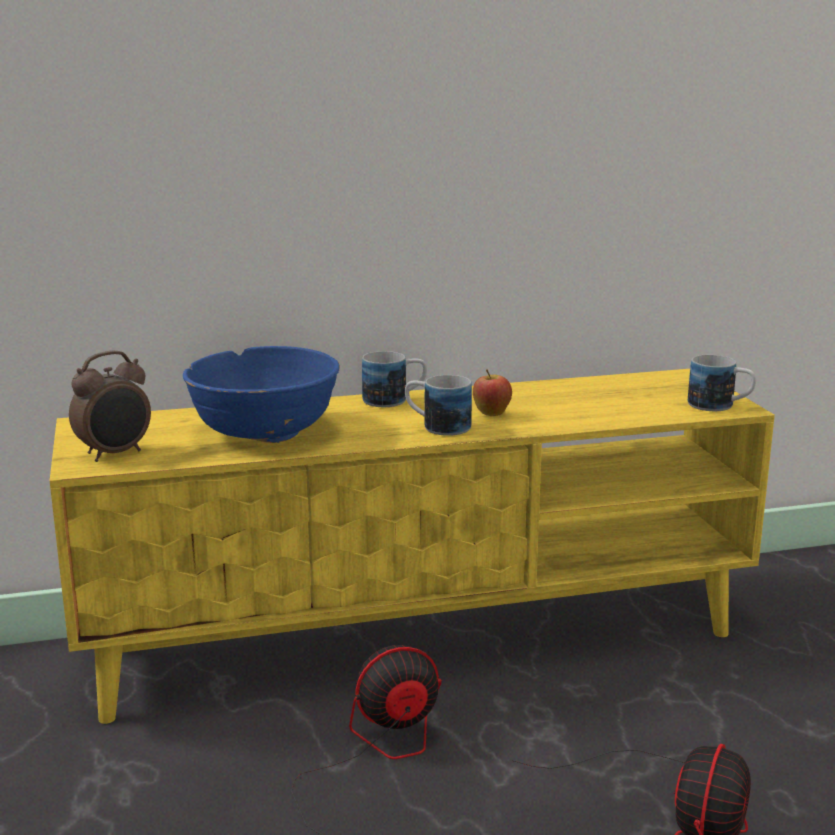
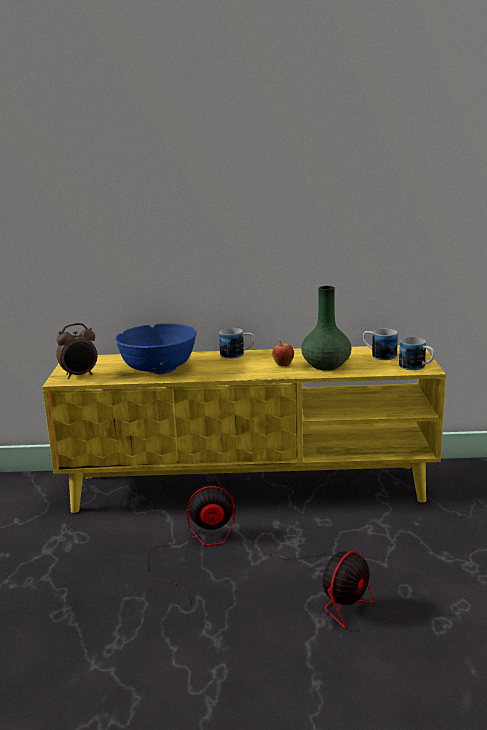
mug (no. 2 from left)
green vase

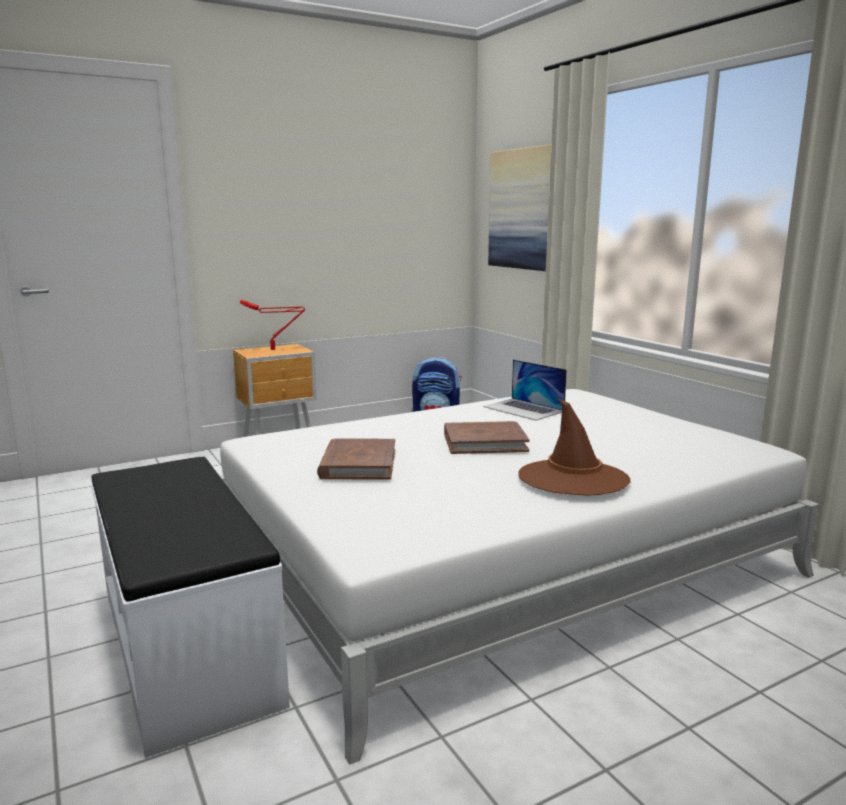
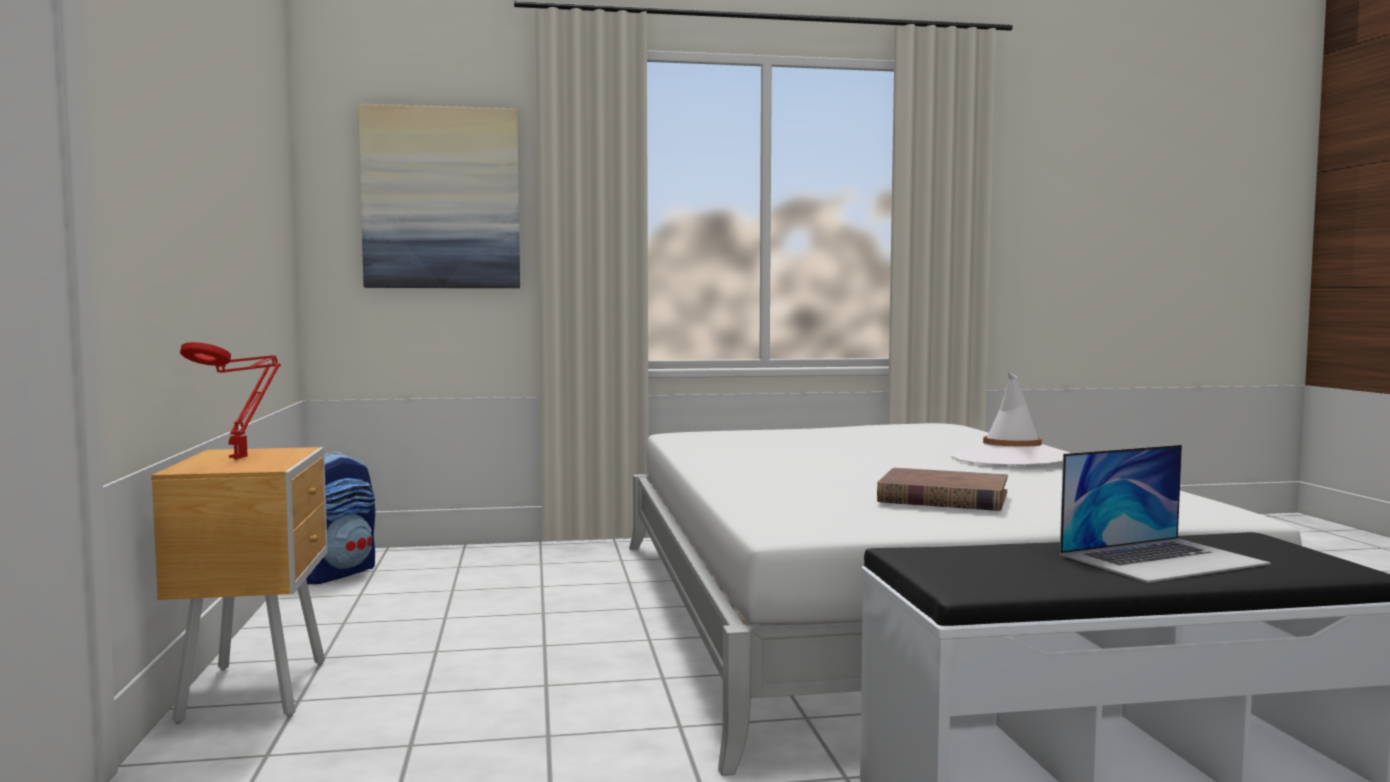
laptop
white hat
brown book (no. 2 from left in the first image)

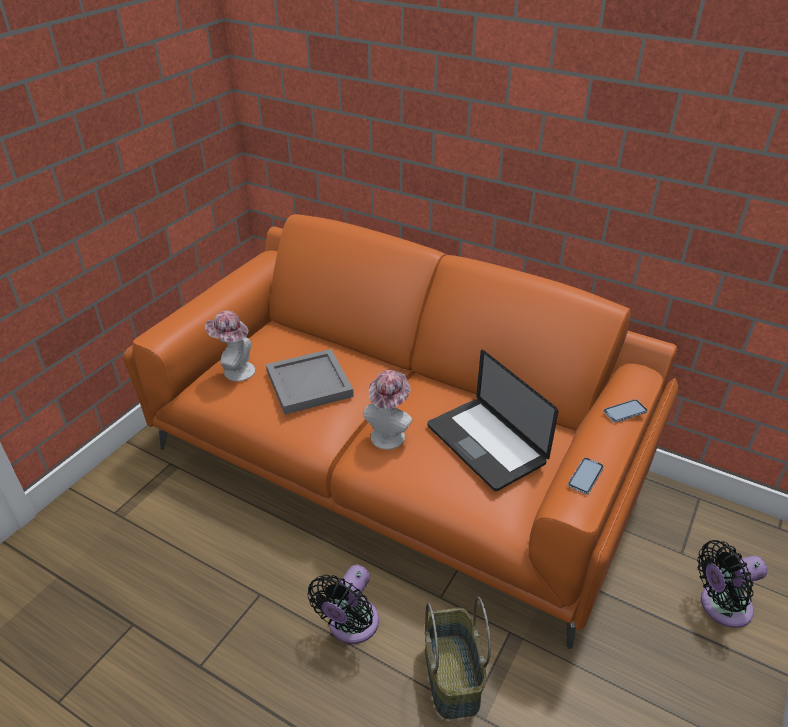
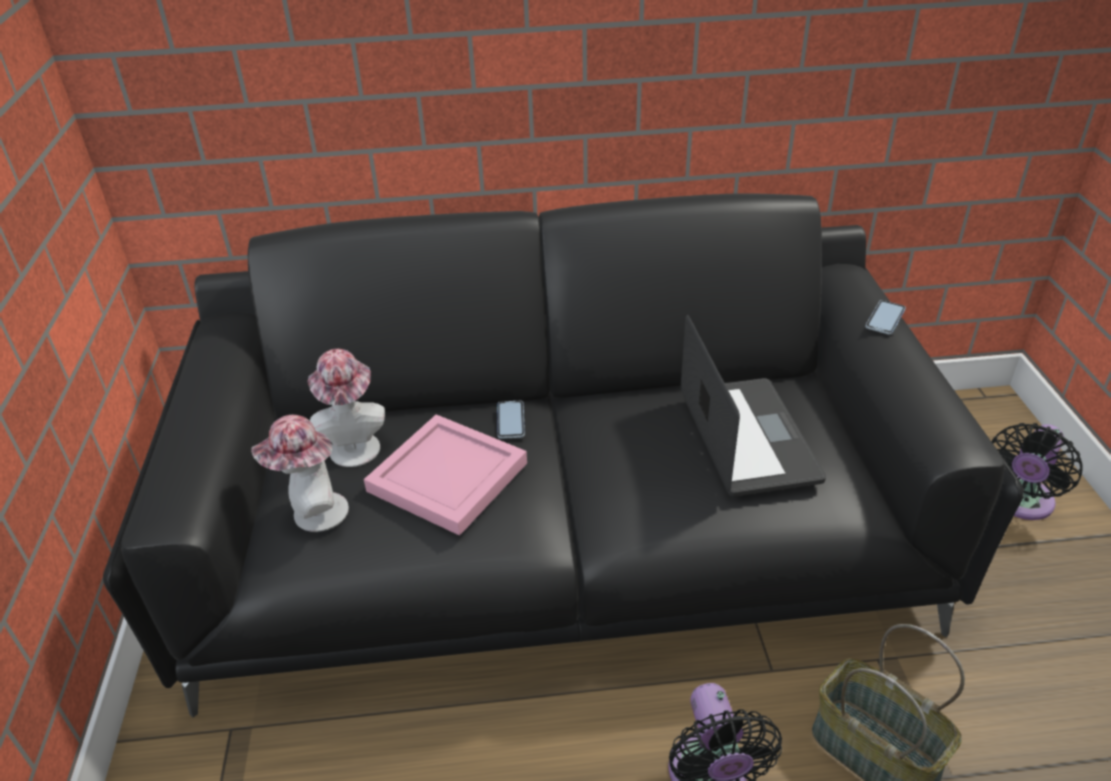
black sofa
pink tray
laptop
hat (no. 2 from left)
phone (no. 1 from left)

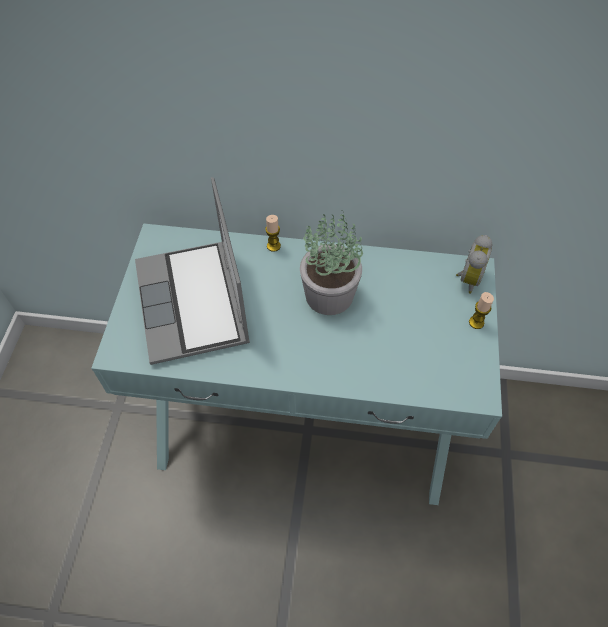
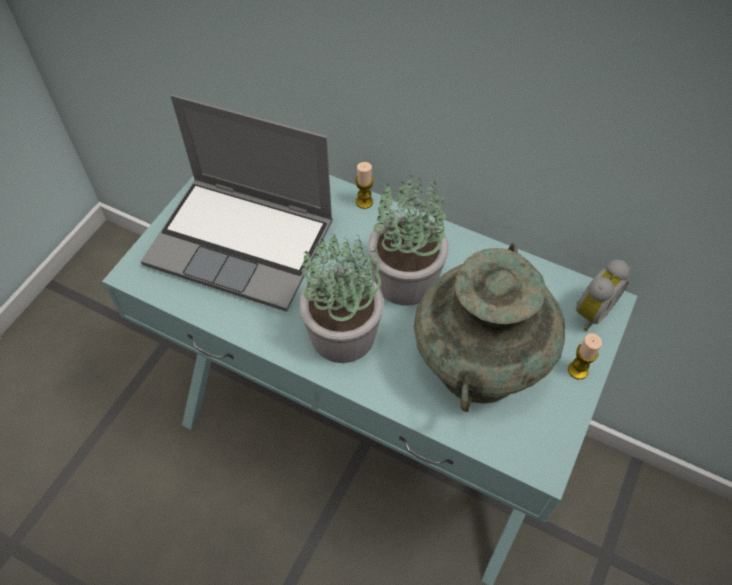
laptop
potted plant (no. 1 from left)
turquoise vase

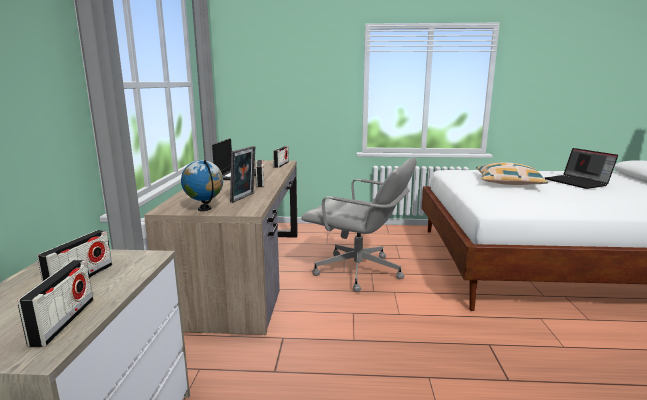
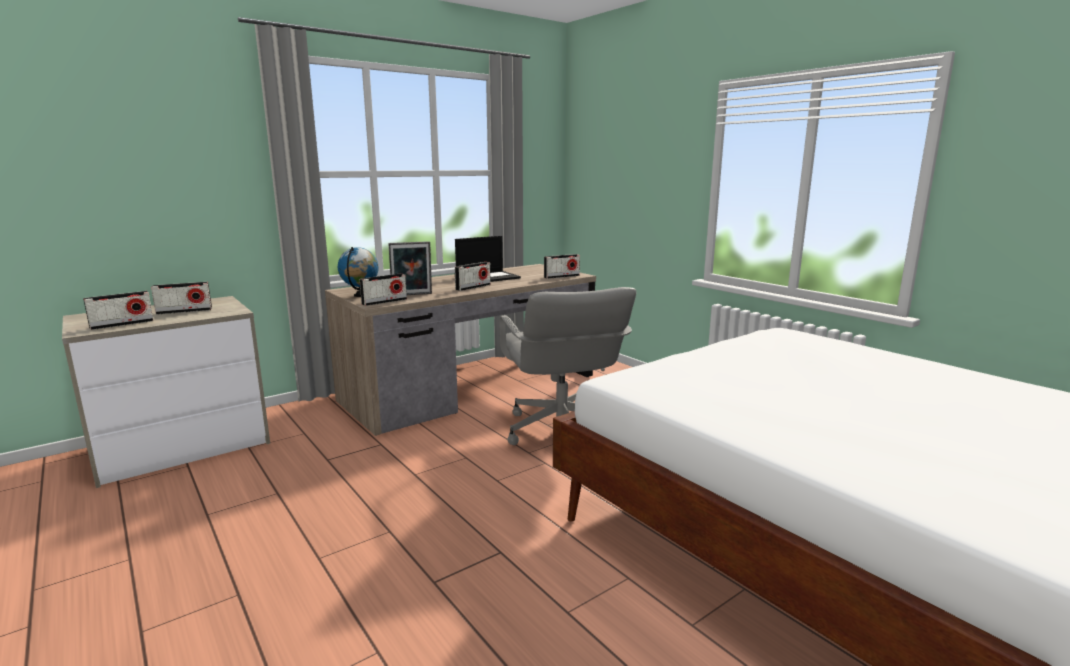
laptop (no. 2 from left in the first image)
pillow
radio (no. 3 from left)

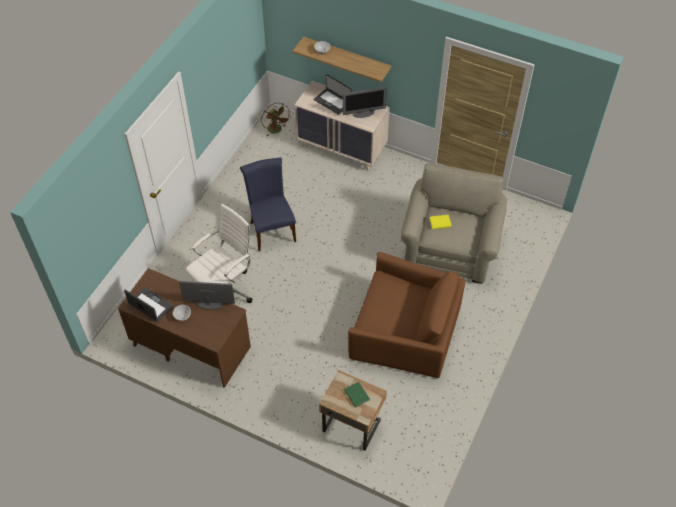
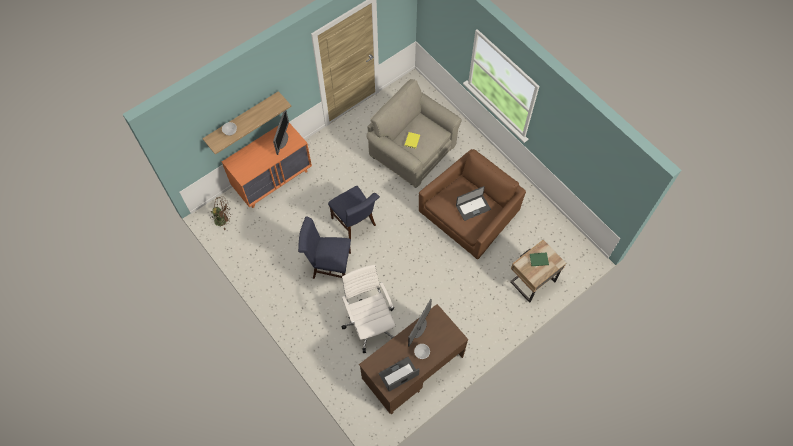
laptop (no. 2 from left)
orange dresser
blue chair (no. 2 from left)

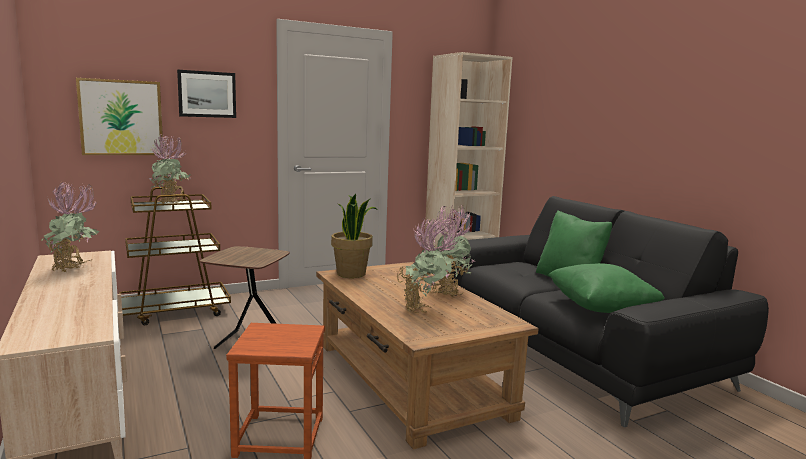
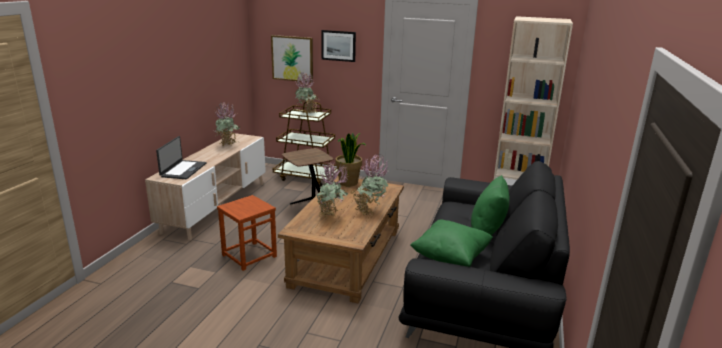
laptop

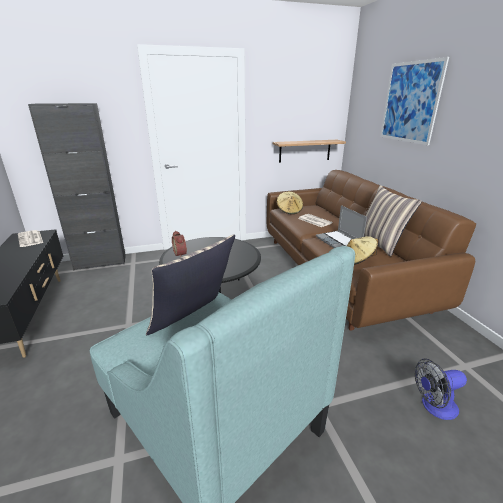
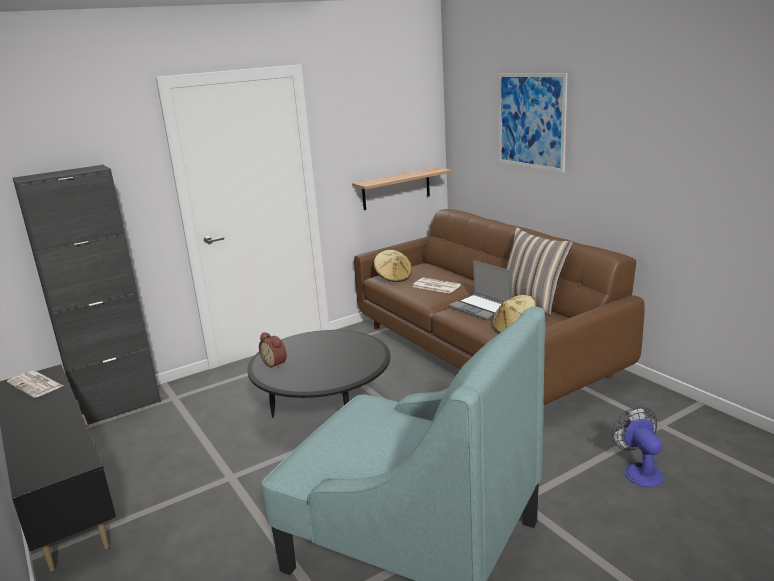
pillow (no. 1 from left in the first image)
fan

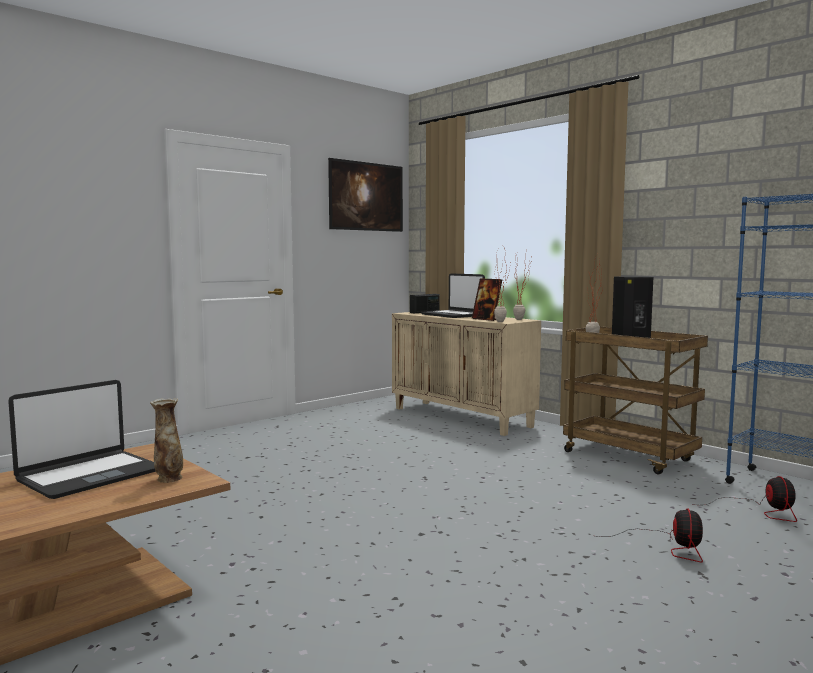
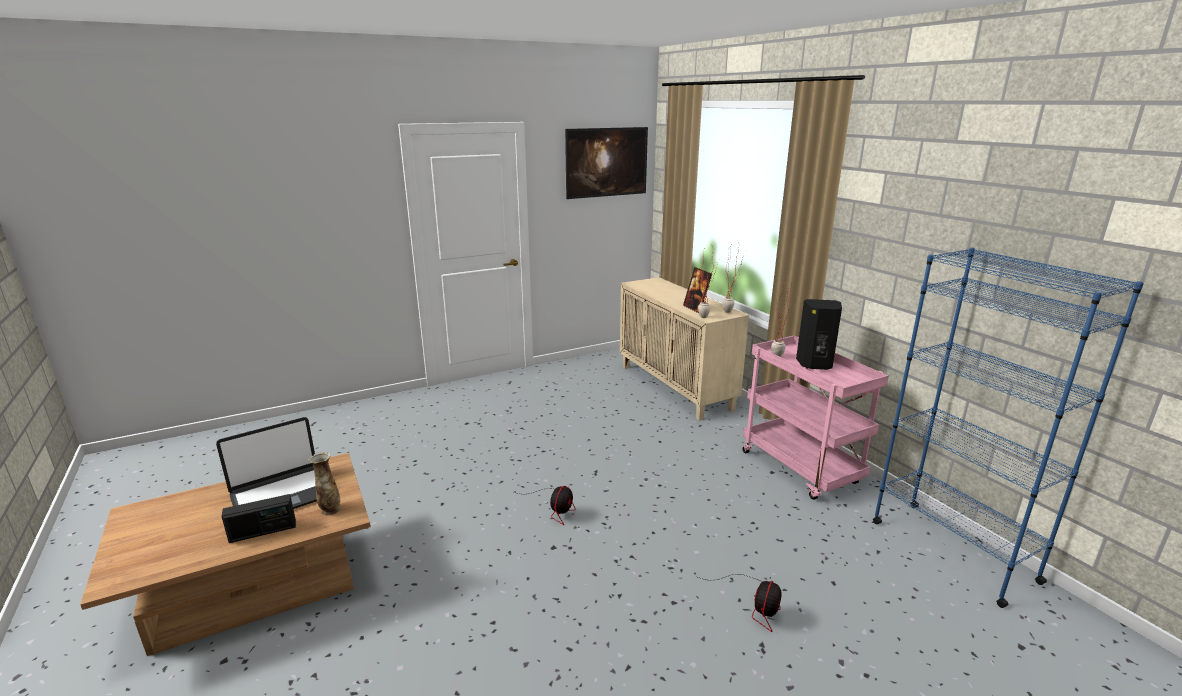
laptop (no. 2 from left in the first image)
radio
pink cart
fan (no. 1 from left)

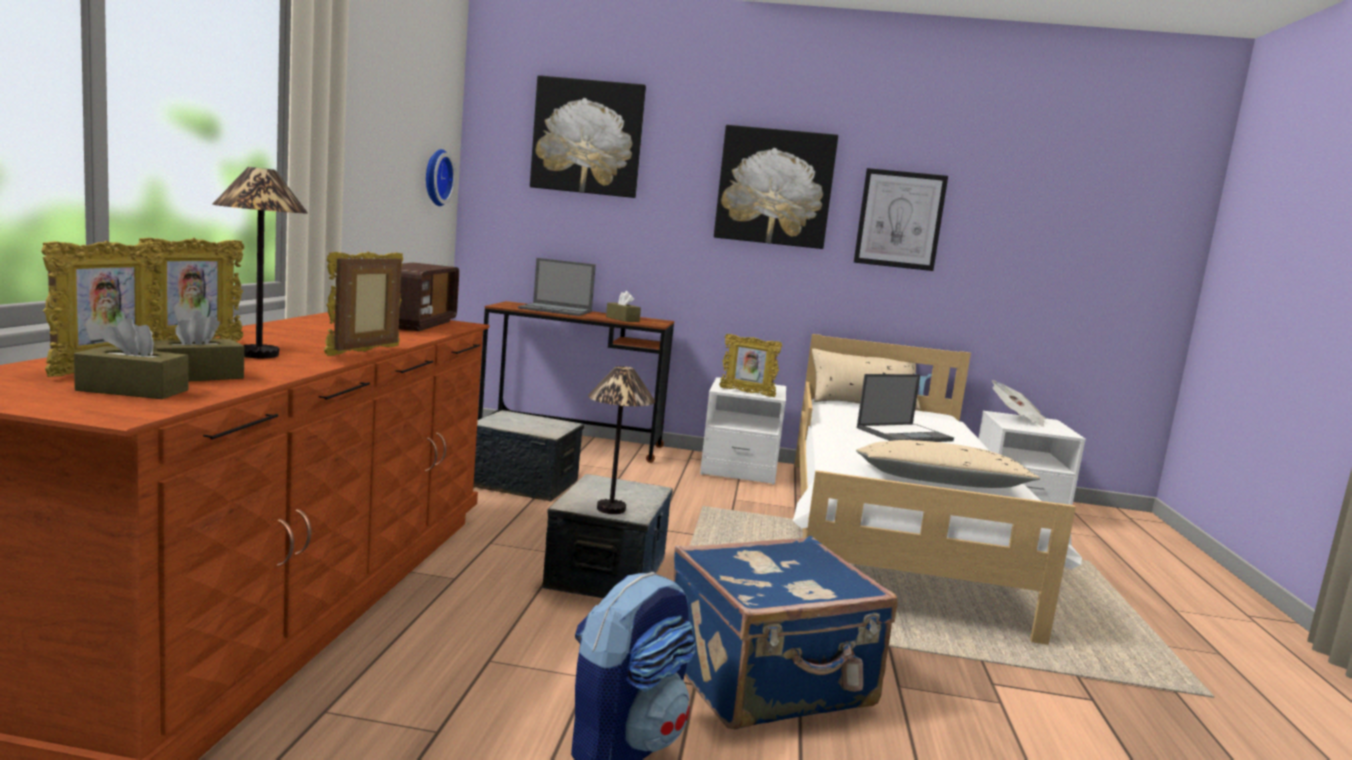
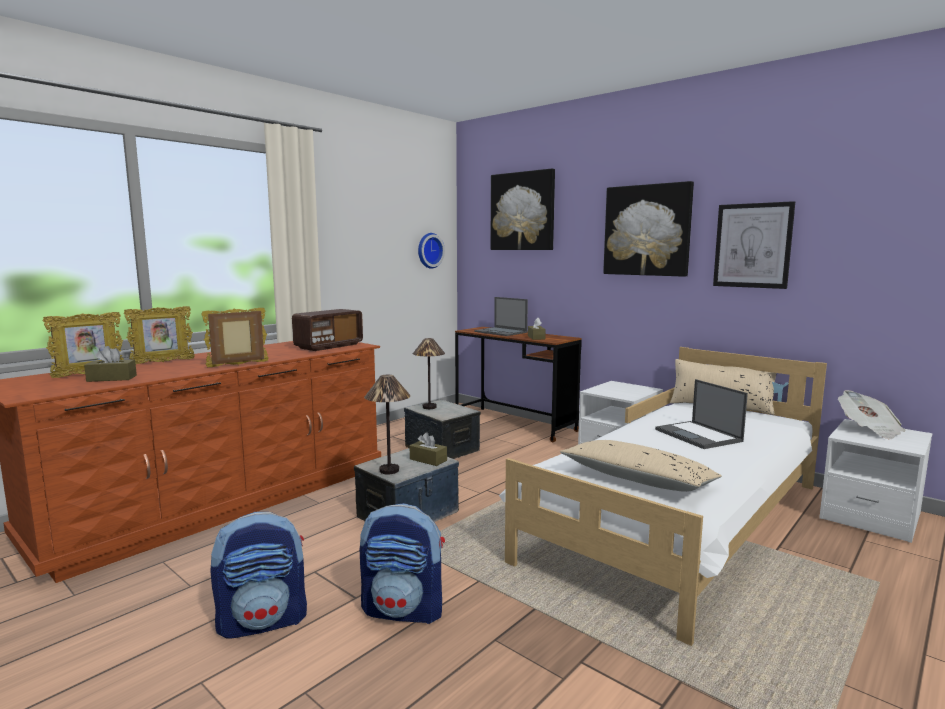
table lamp (no. 2 from left)
brown tissue box (no. 2 from left)
picture frame (no. 4 from left in the first image)
laptop (no. 2 from left)
backpack (no. 2 from left)

